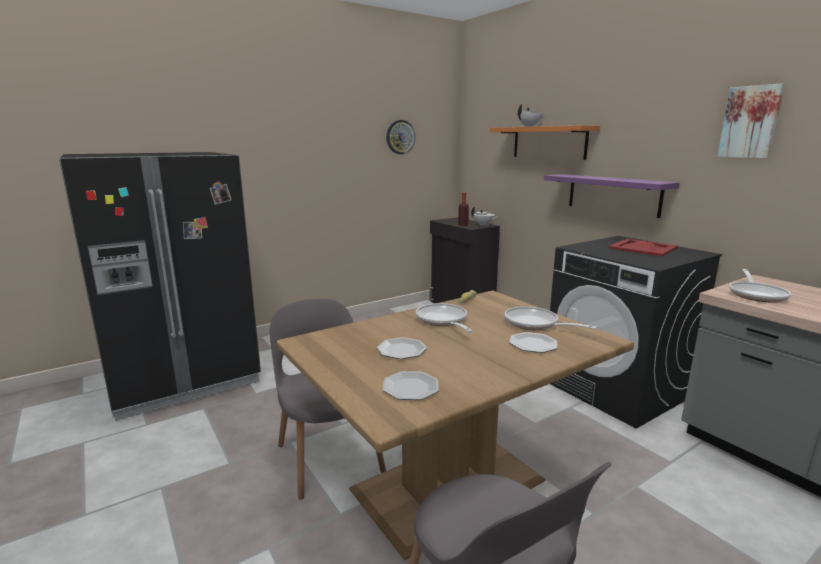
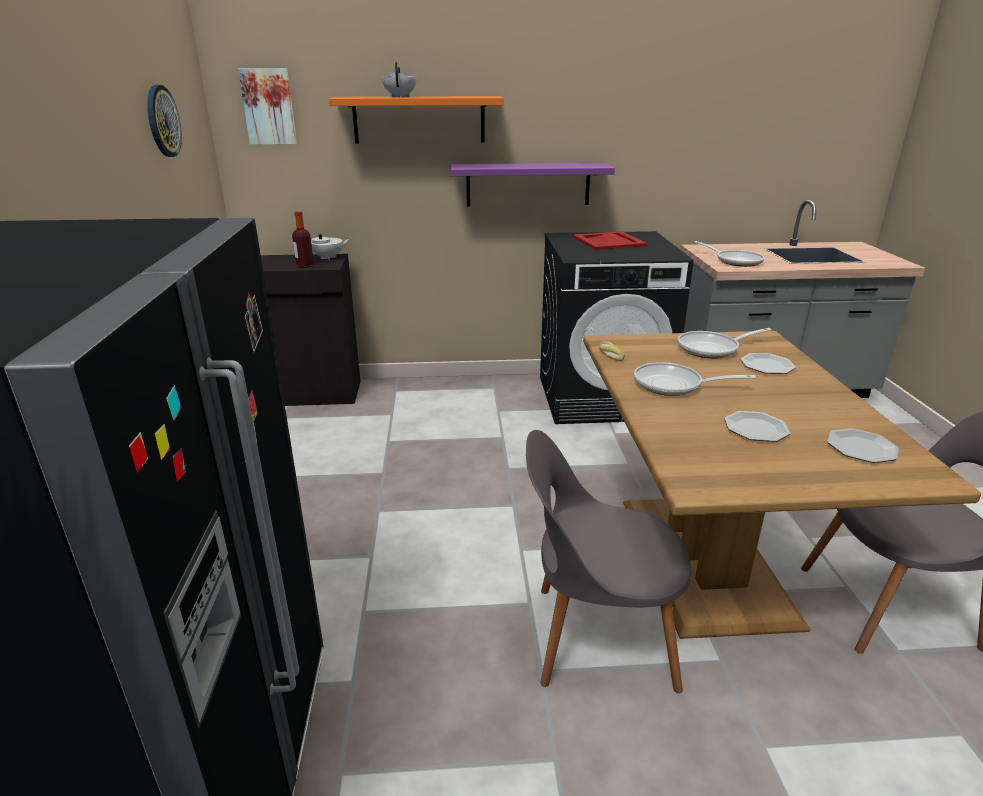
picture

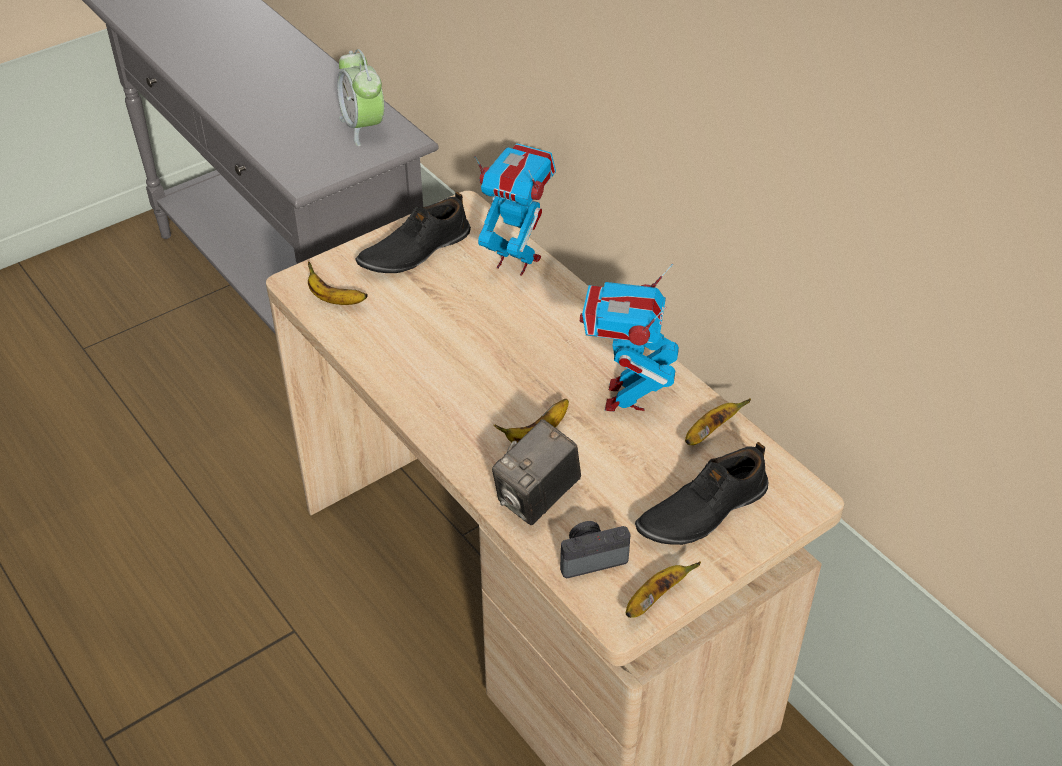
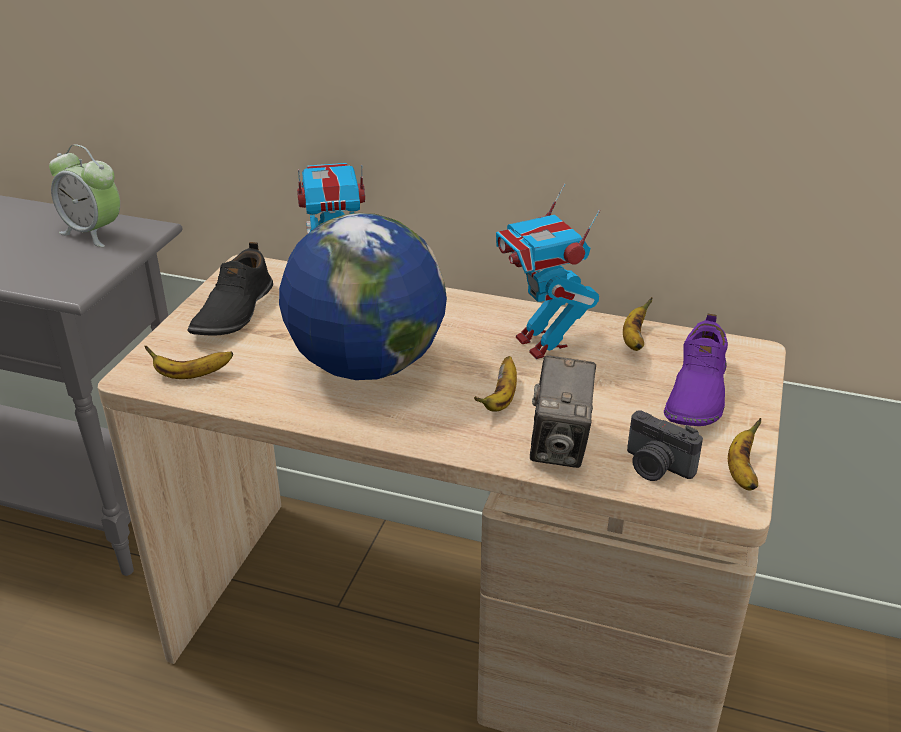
purple shoe
photo camera (no. 2 from left)
globe

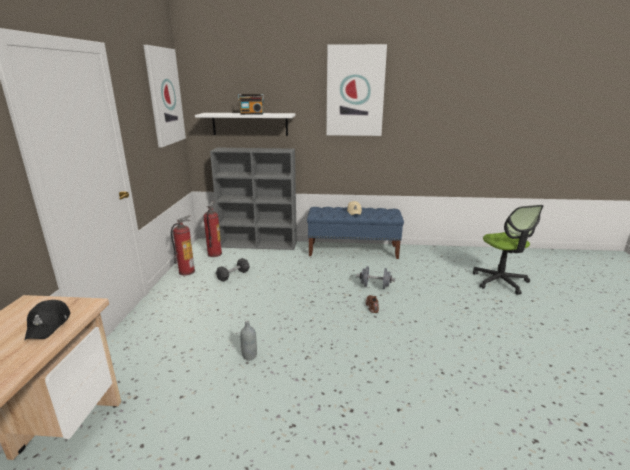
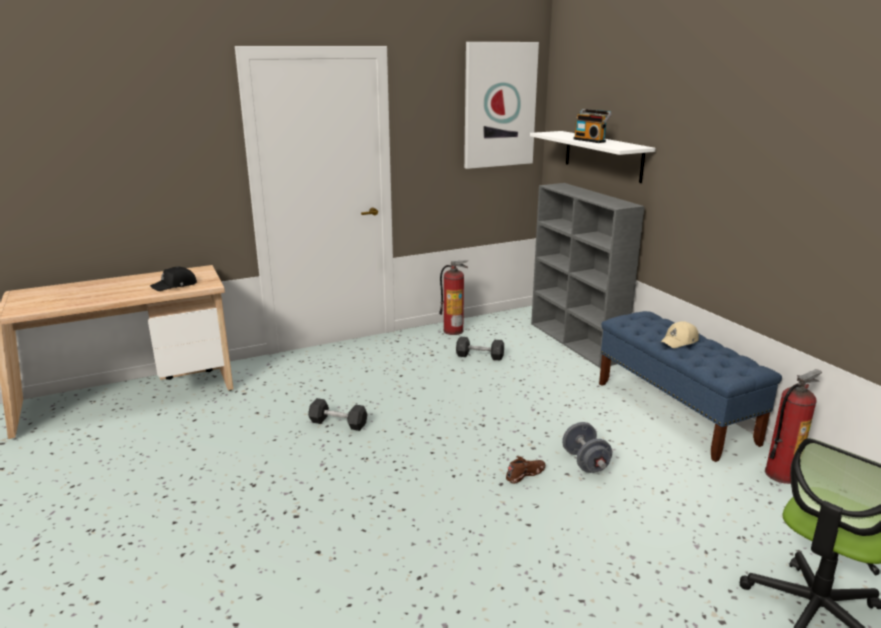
picture (no. 2 from left in the first image)
fire extinguisher (no. 2 from left)
grey dumbbell (no. 1 from left)

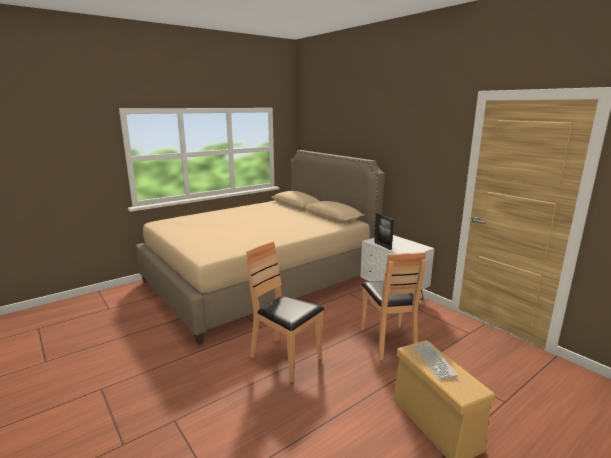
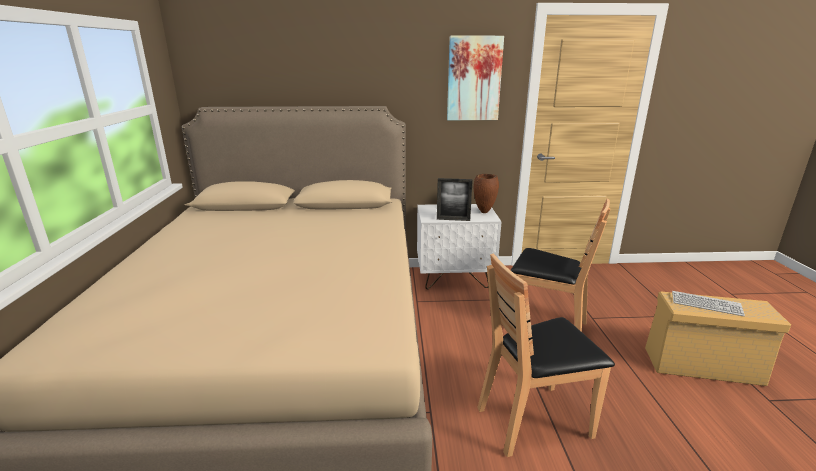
picture
brown vase

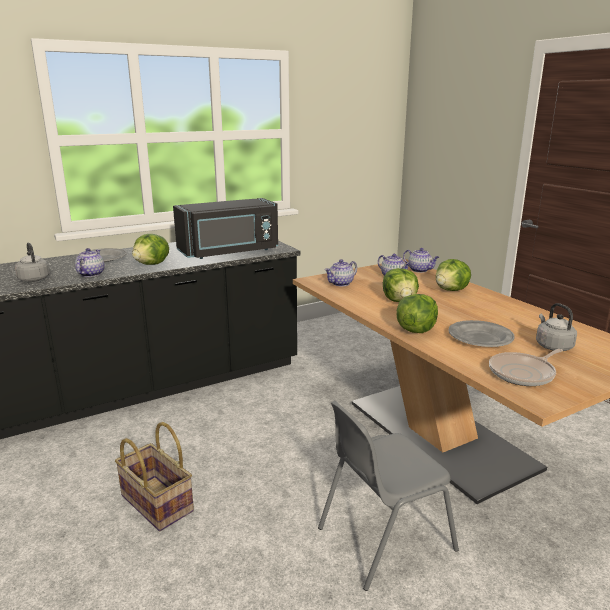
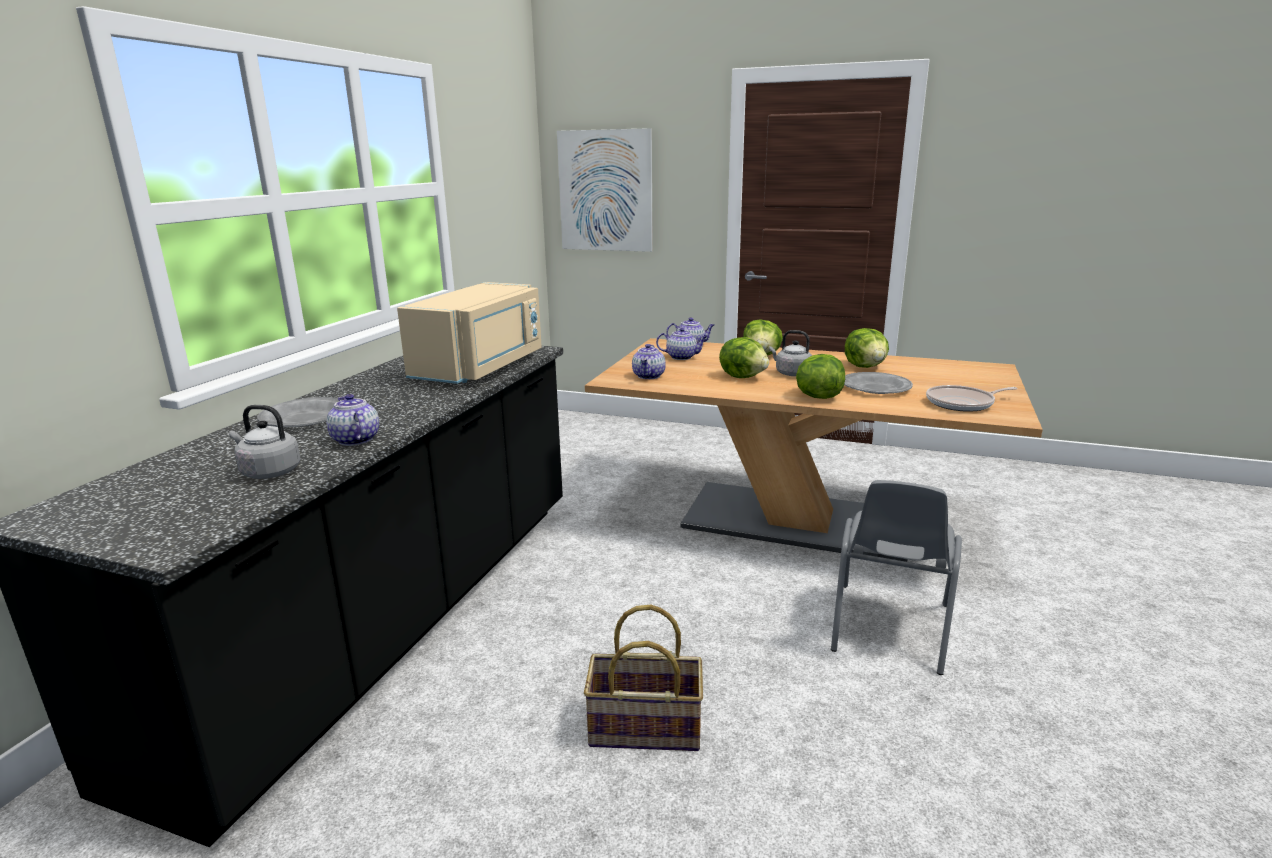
beige microwave
lettuce (no. 4 from left)
grey kettle (no. 2 from left)
frying pan
picture

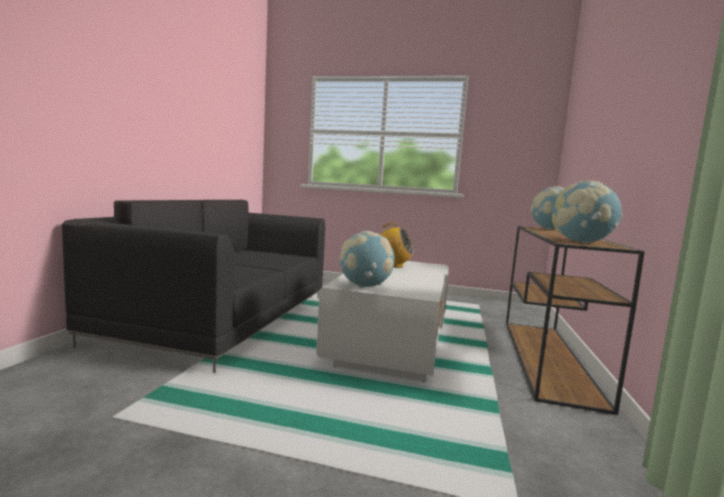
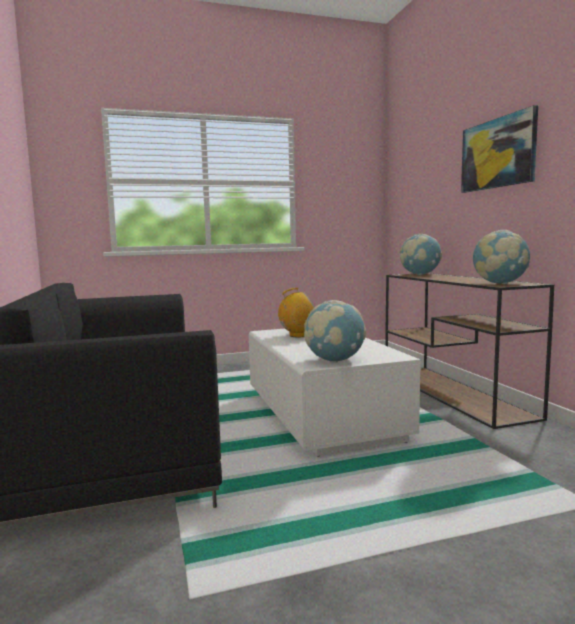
picture

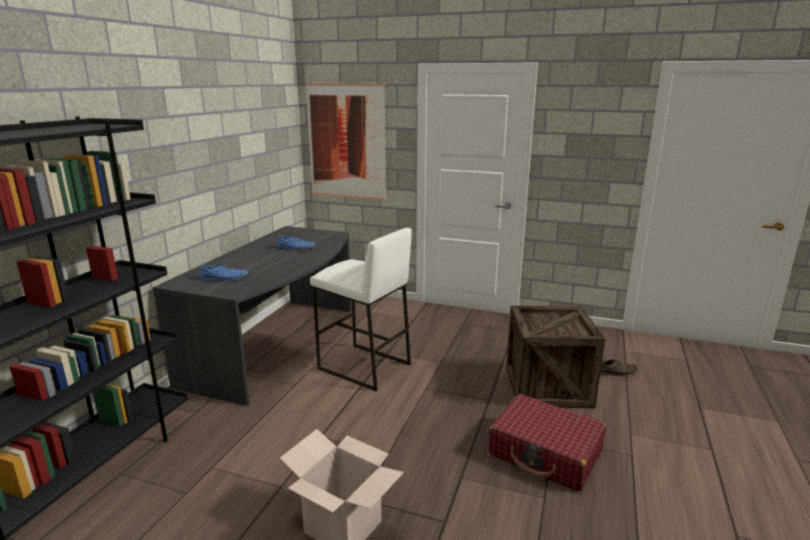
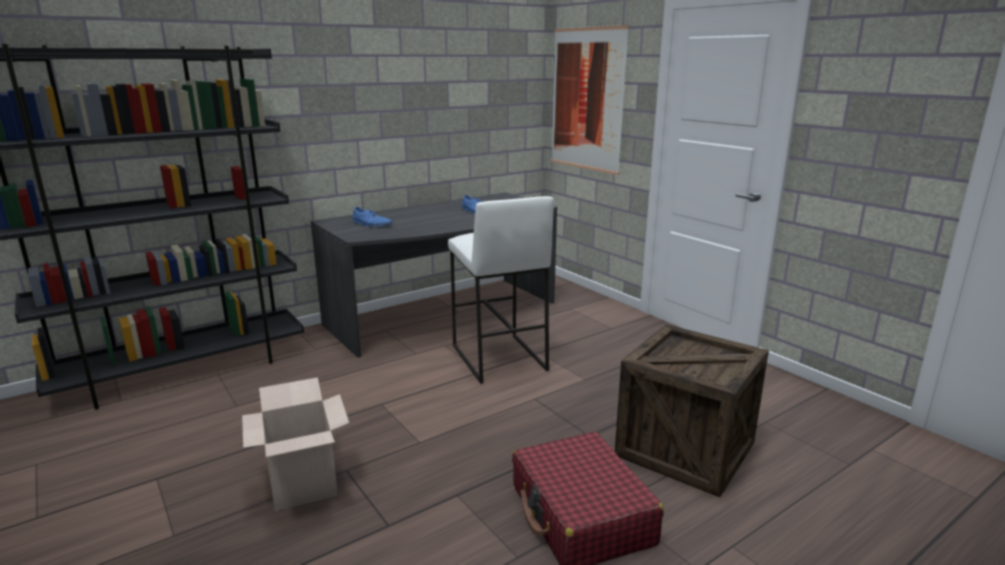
brown shoe

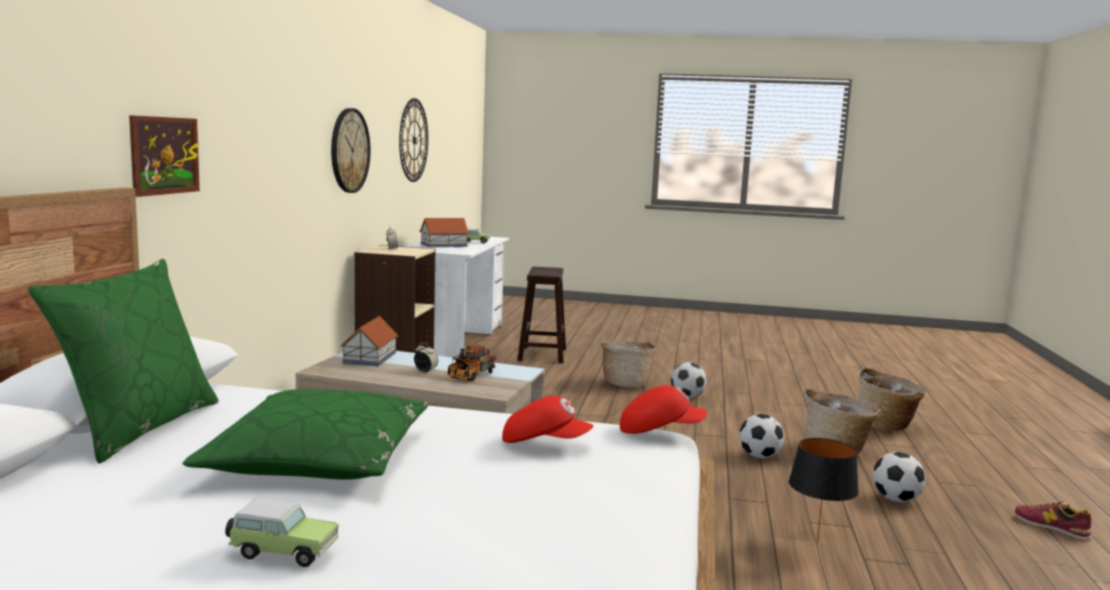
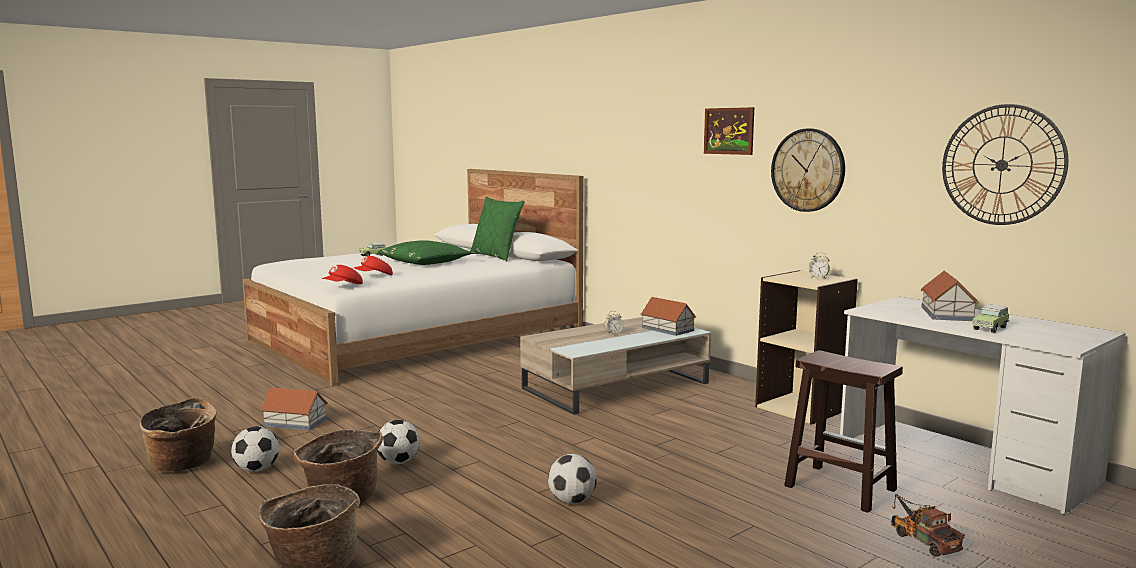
picture
basket (no. 1 from left)
toy truck
toy house (no. 1 from left)
shoe

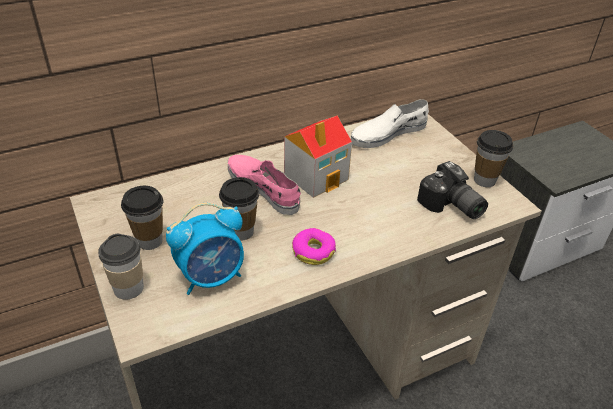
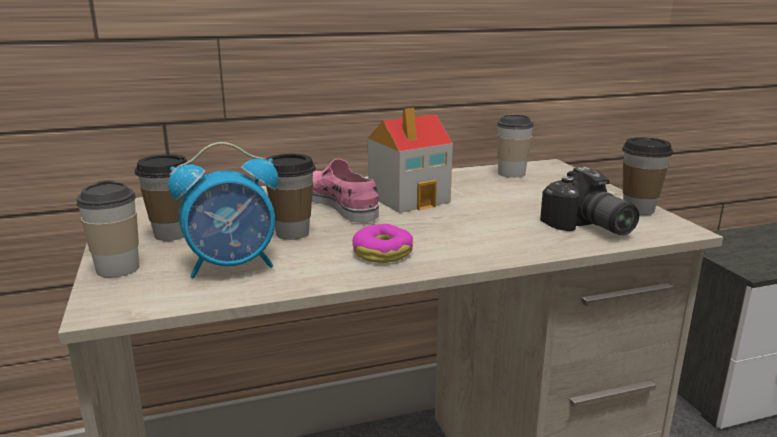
cup (no. 4 from left)

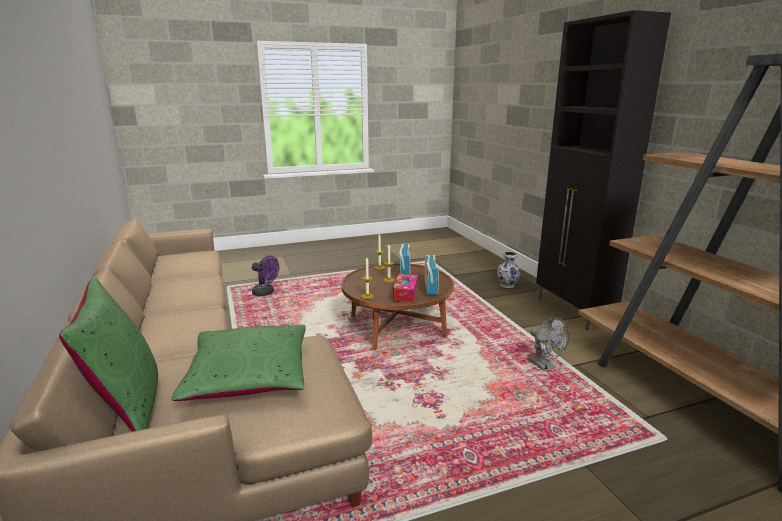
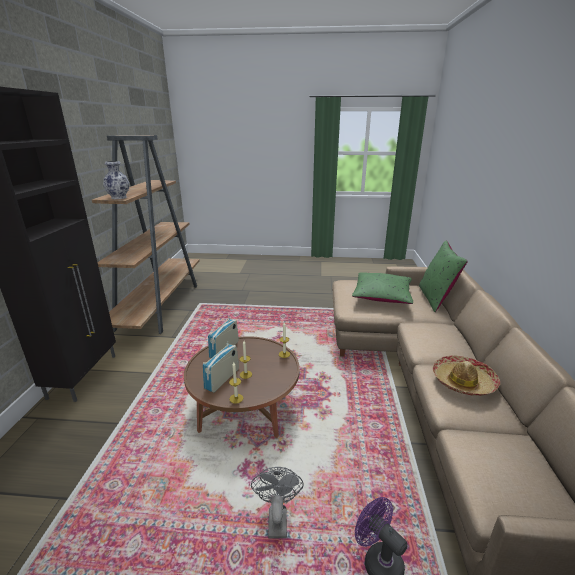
vase
tissue box
grey fan
hat

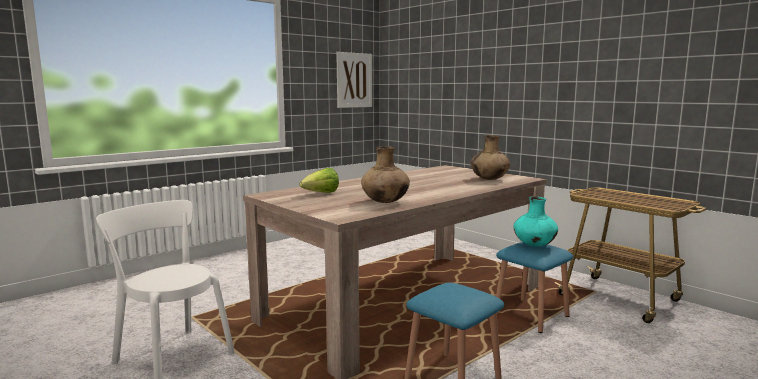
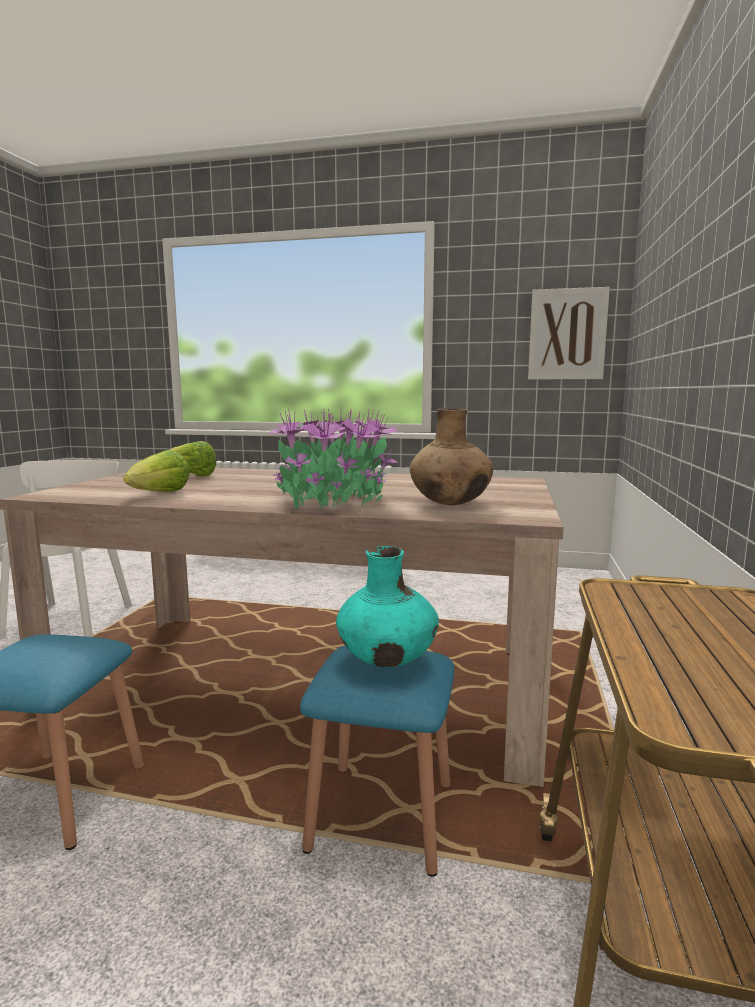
lettuce (no. 1 from left)
potted plant

